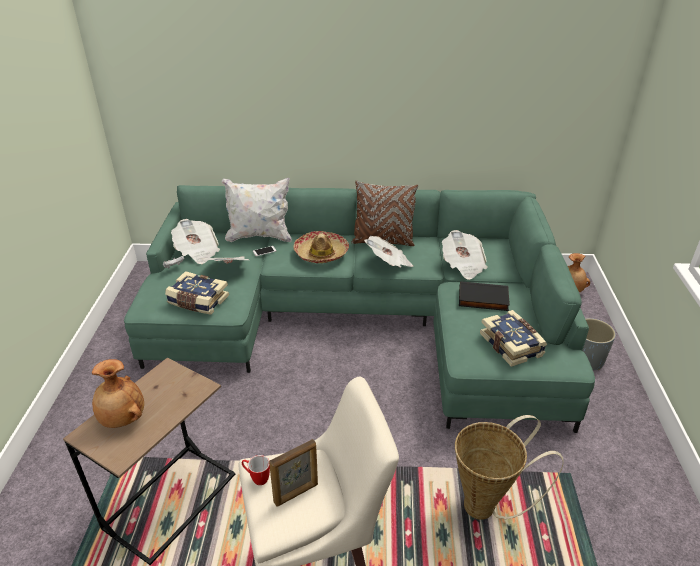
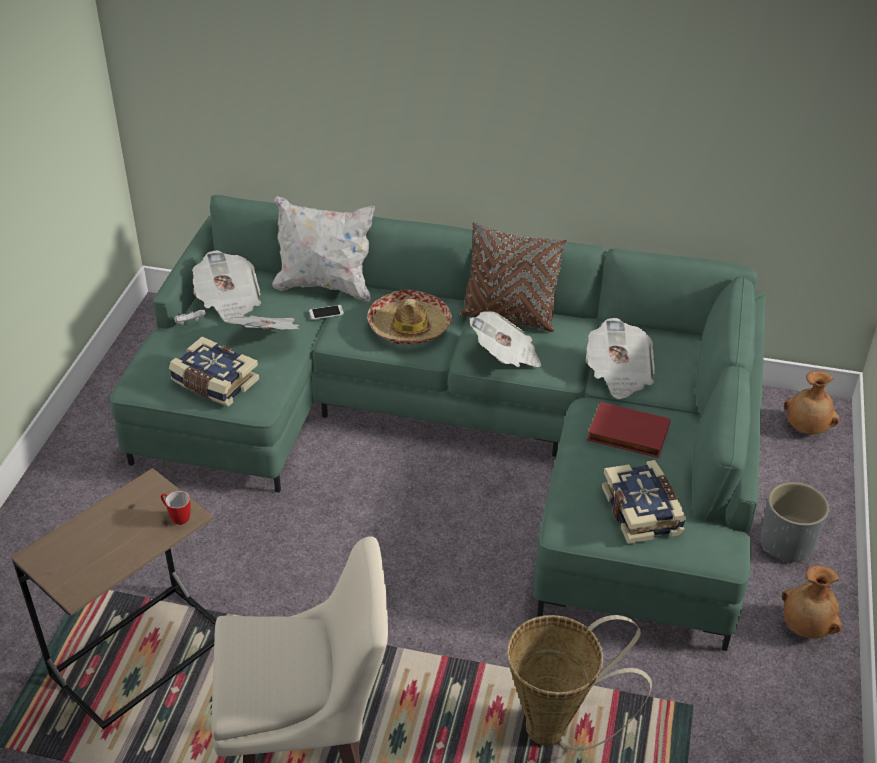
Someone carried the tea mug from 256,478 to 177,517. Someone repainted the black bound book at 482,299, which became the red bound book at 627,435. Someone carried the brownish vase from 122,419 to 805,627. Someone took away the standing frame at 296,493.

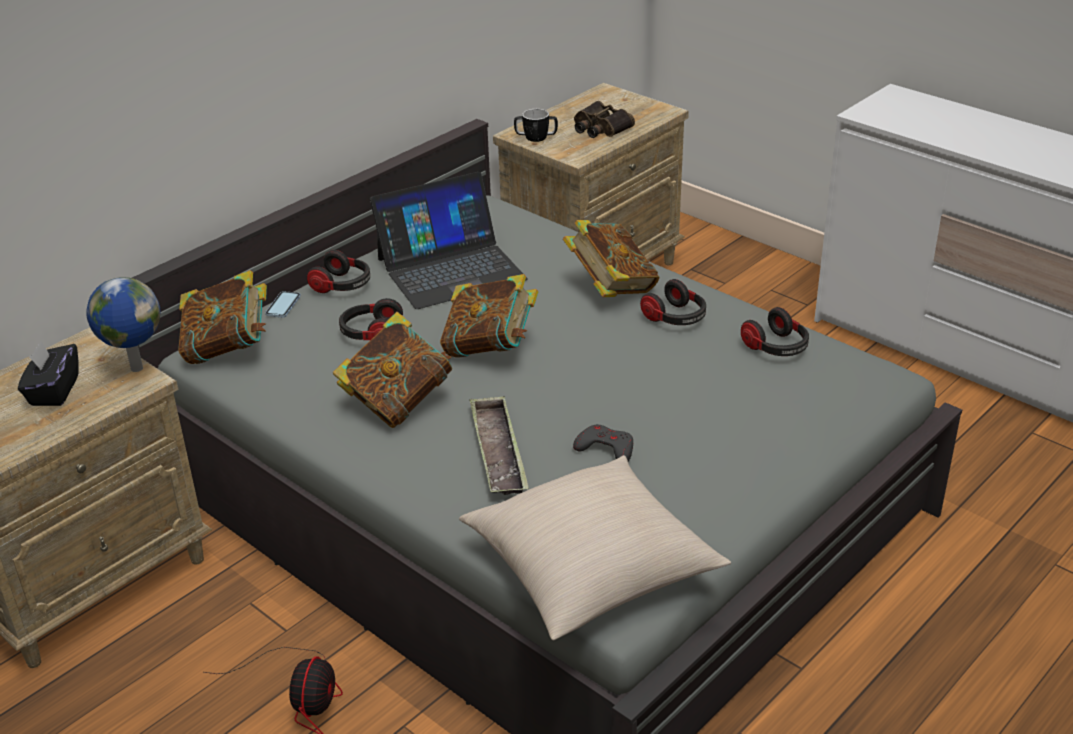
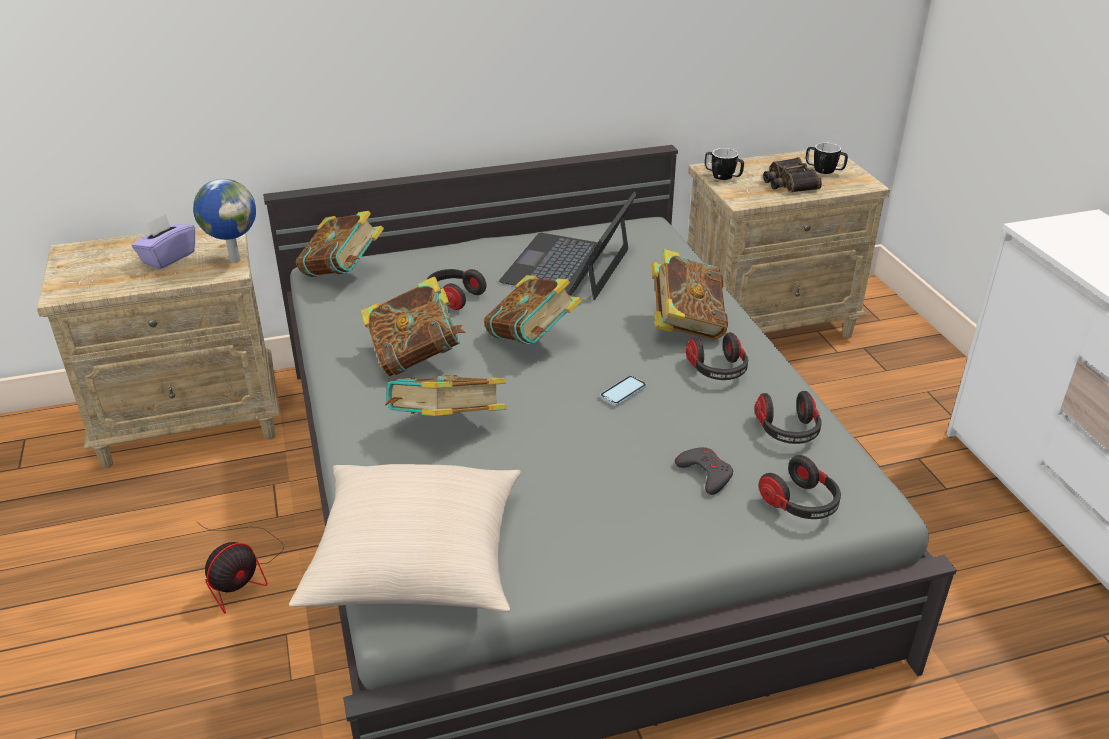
Someone repainted the black tissue holder at 54,391, which became the purple-coloured tissue holder at 168,258. Someone swapped the tray at 498,452 for the bound book at 447,428. Someone rotated the portable computer at 450,269 by 105 degrees clockwise. Someone carried the phone from 283,306 to 623,392. Someone carried the gray game controller from 605,448 to 705,474. Someone carried the headset from 342,286 to 800,504. Someone put down the tea mug at 824,170.

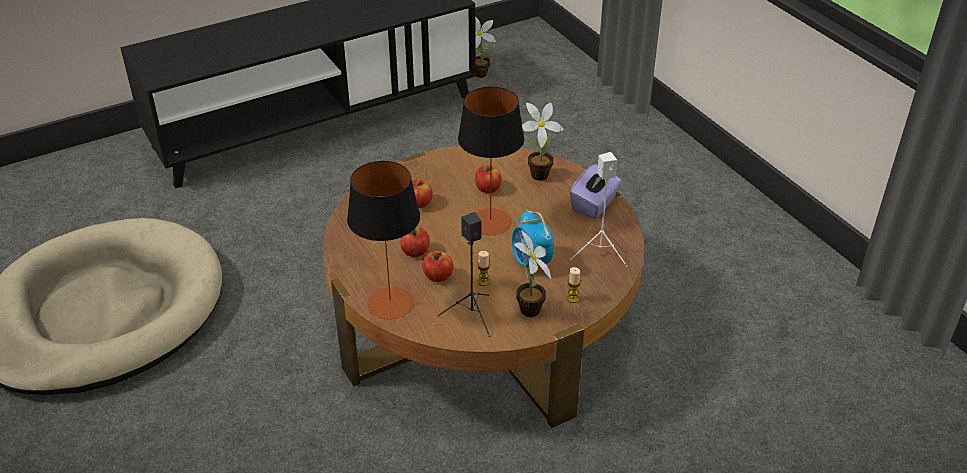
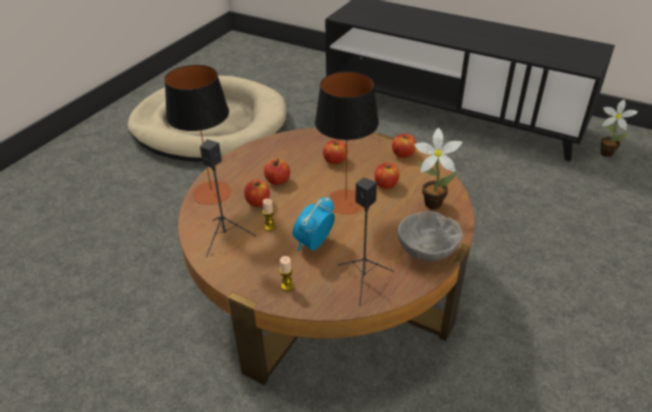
Someone repainted the white loudspeaker at 599,252, which became the black loudspeaker at 364,279. Someone put down the apple fruit at 403,154. Someone swapped the purple-coloured tissue holder at 594,205 for the gray bowl at 427,251. Someone took away the houseplant at 529,313.

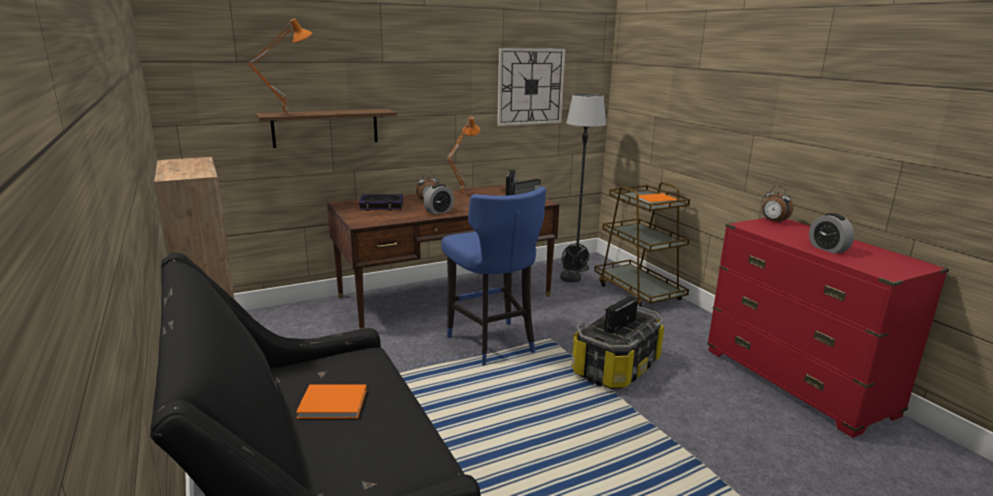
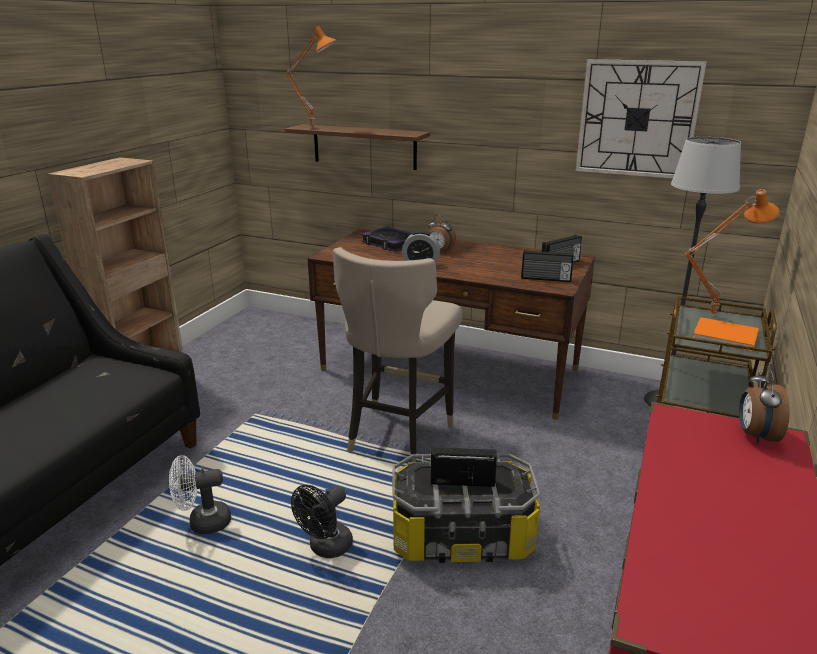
Someone put down the white electric fan at 203,523. Someone carried the black electric fan from 571,280 to 326,548. Someone repainted the bluish sitting stool at 492,343, which became the sand-coloured sitting stool at 398,435. Someone carried the orangey table lamp from 461,195 to 711,315. Someone took away the orangey bound book at 335,404. Someone took away the bedside clock at 828,249.

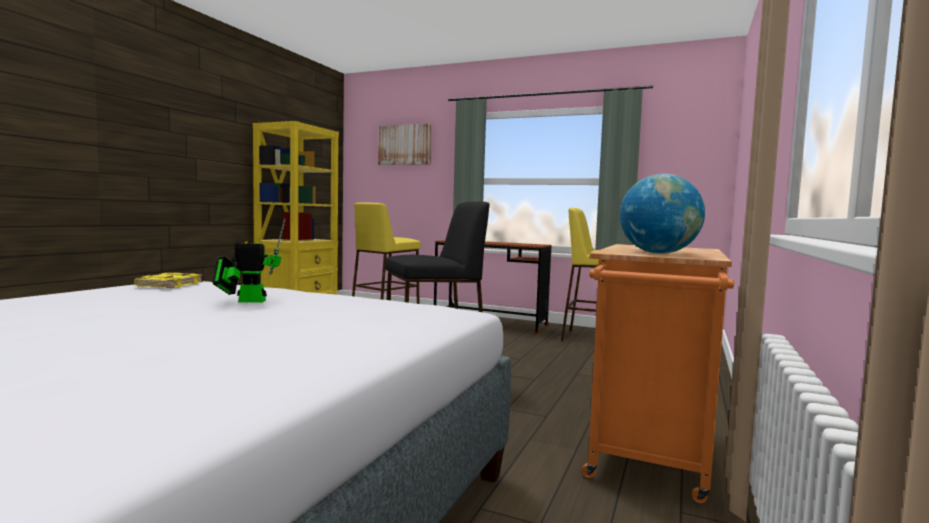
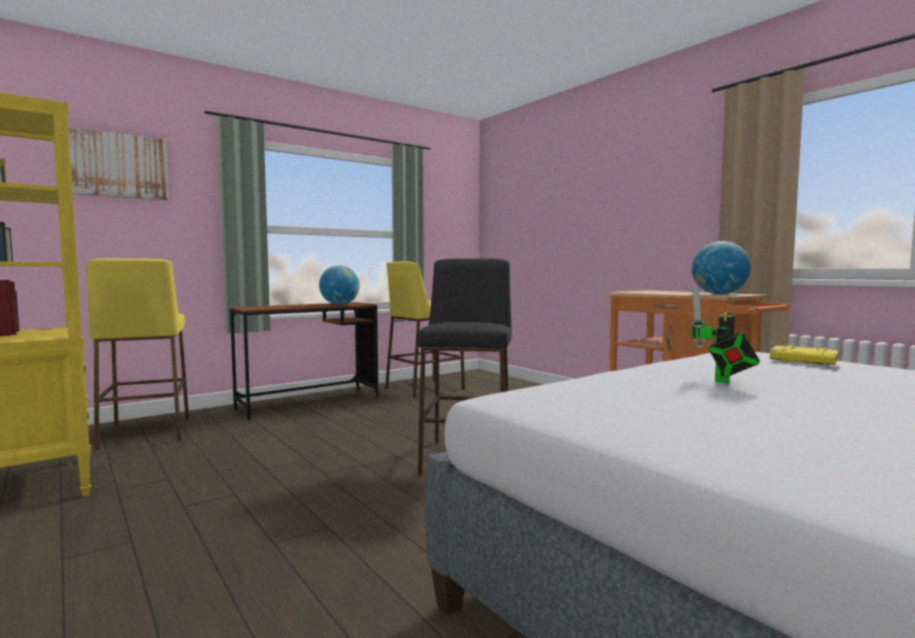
Someone put down the globe at 339,304. Someone carried the yellowish bound book from 169,285 to 802,360.

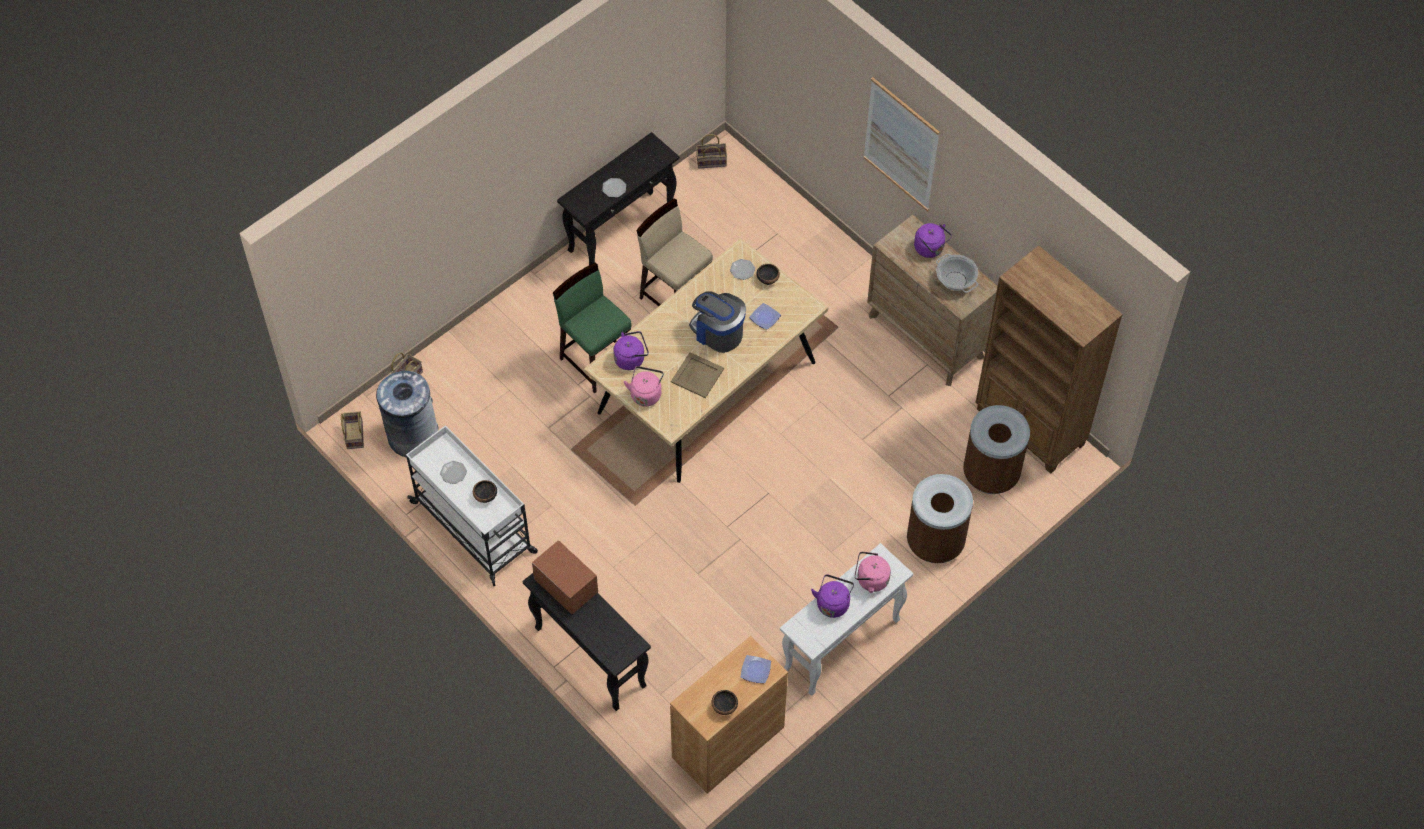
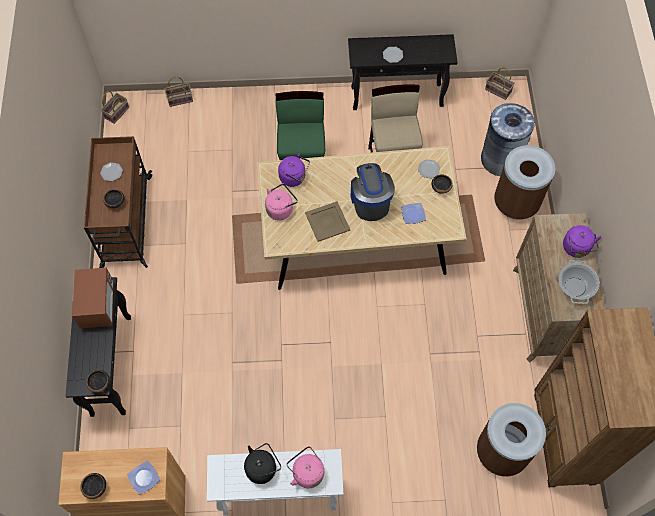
Someone repainted the white wheeled cart at 474,528, which became the brownish wheeled cart at 126,223. Someone put down the bowl at 100,384. Someone repainted the purple-coloured tea kettle at 833,603, which became the black tea kettle at 262,468. Someone carried the gray waste bin from 412,436 to 500,159. Someone carried the brownish waste bin from 935,543 to 515,203. Someone took away the wall art at 901,144.

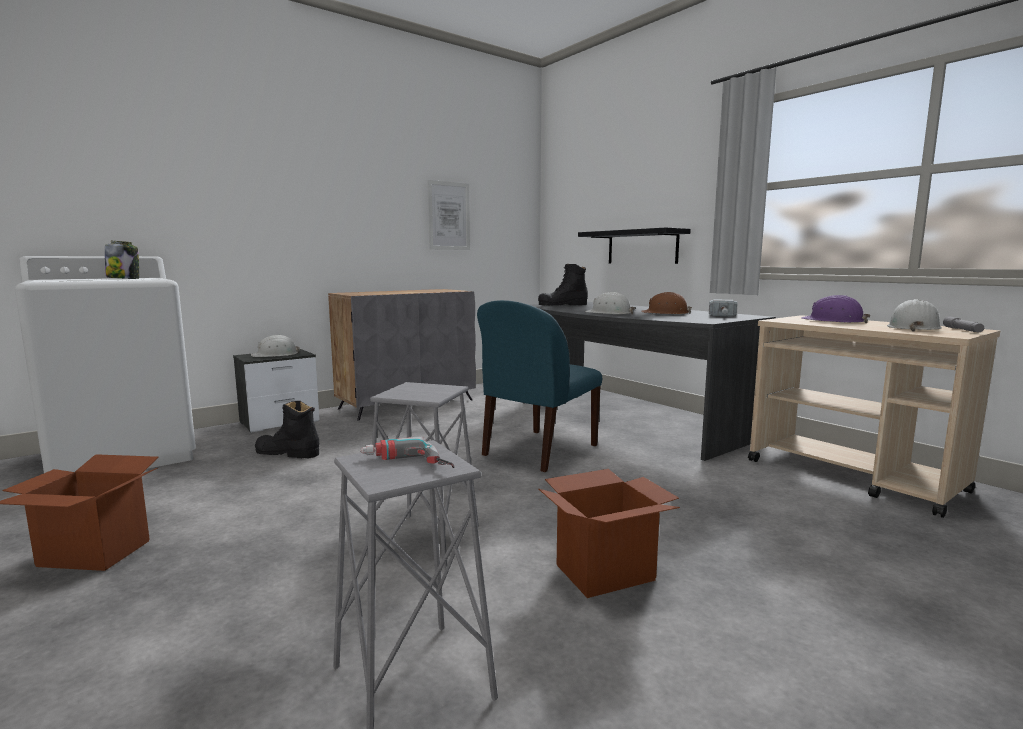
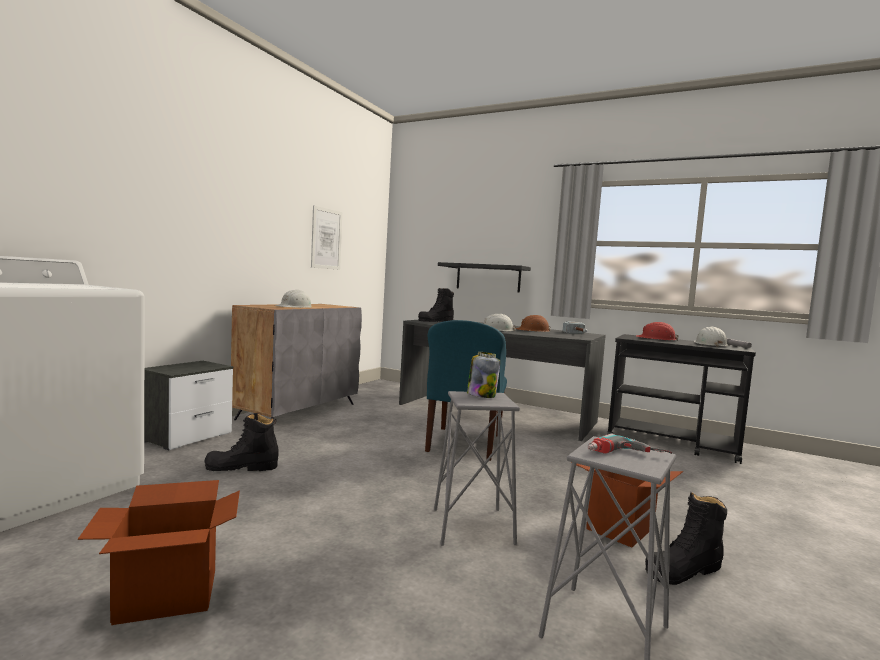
Someone carried the white safety helmet from 275,355 to 294,307. Someone carried the storage jar from 124,278 to 481,395. Someone repainted the sand-coloured wheeled cart at 854,476, which became the black wheeled cart at 672,443. Someone repainted the purple-coloured safety helmet at 833,321, which became the red safety helmet at 656,339. Someone put down the black high-top boot at 684,569.

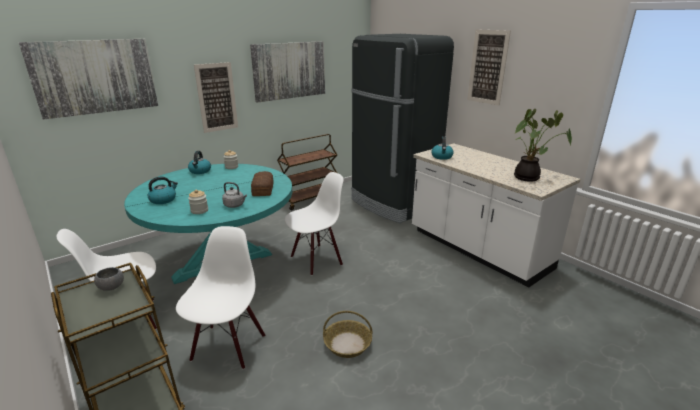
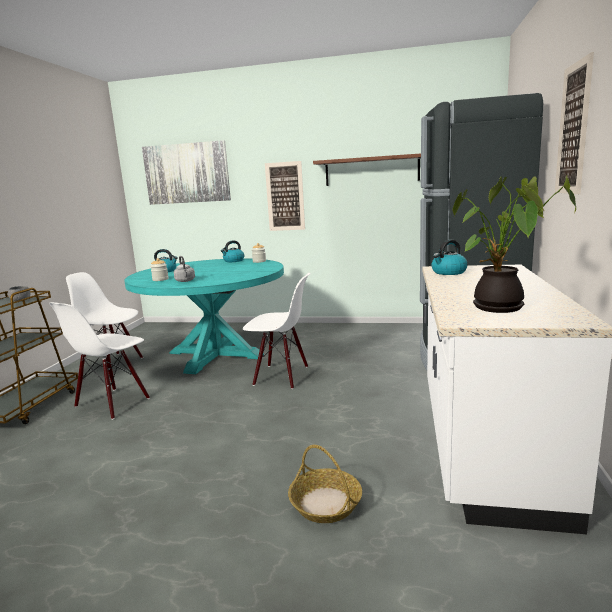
Someone rotated the white plain chair at 228,346 by 150 degrees clockwise. Someone carried the household basket from 347,344 to 325,503. Someone swapped the wall art at 289,70 for the brownish shelf at 372,170. Someone took away the bread at 263,189. Someone took away the brownish wheeled cart at 309,199.

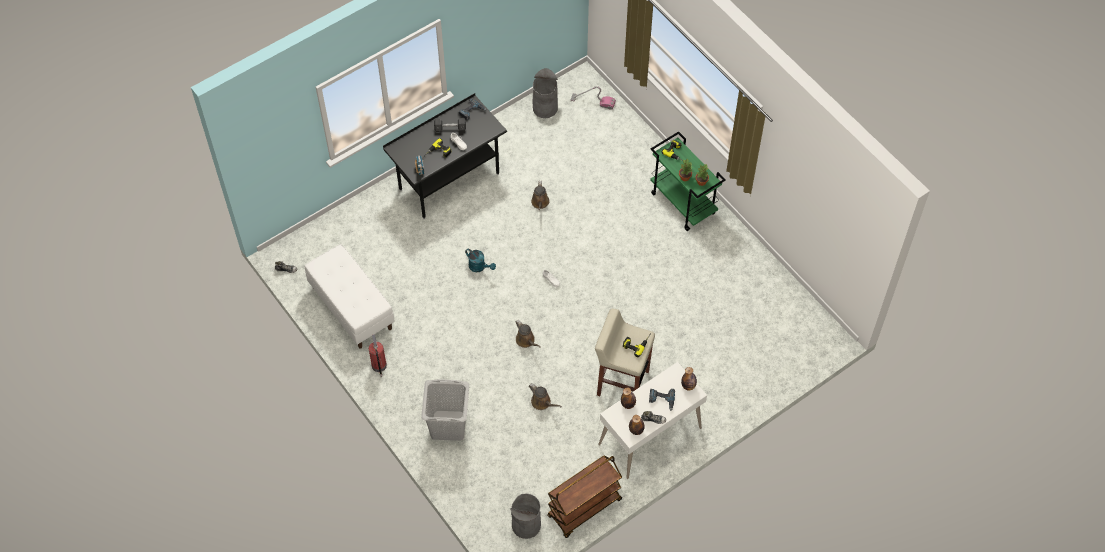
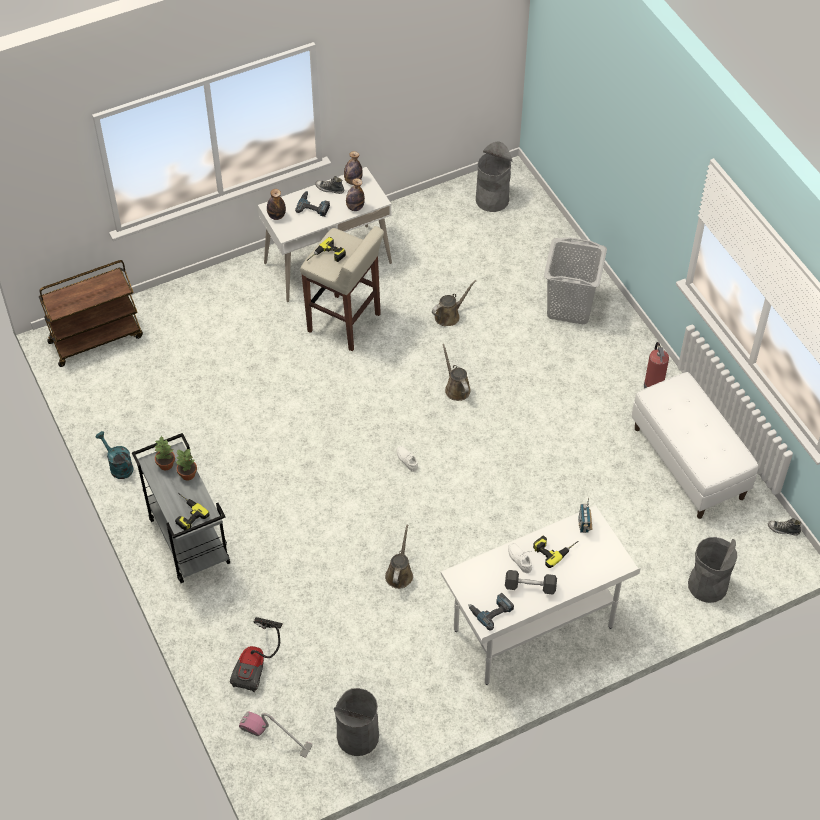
Someone carried the brownish wheeled cart from 584,509 to 96,339. Someone carried the turquoise sprinkling can from 479,267 to 118,466. Someone repainted the greenish wheeled cart at 683,203, which became the gray wheeled cart at 188,540. Someone put down the vacuum at 257,663. Someone rotated the brownish sprinkling can at 542,402 by 90 degrees clockwise. Someone repainted the black desk table at 449,181, which became the white desk table at 533,629. Someone put down the gray waste bin at 707,585.

